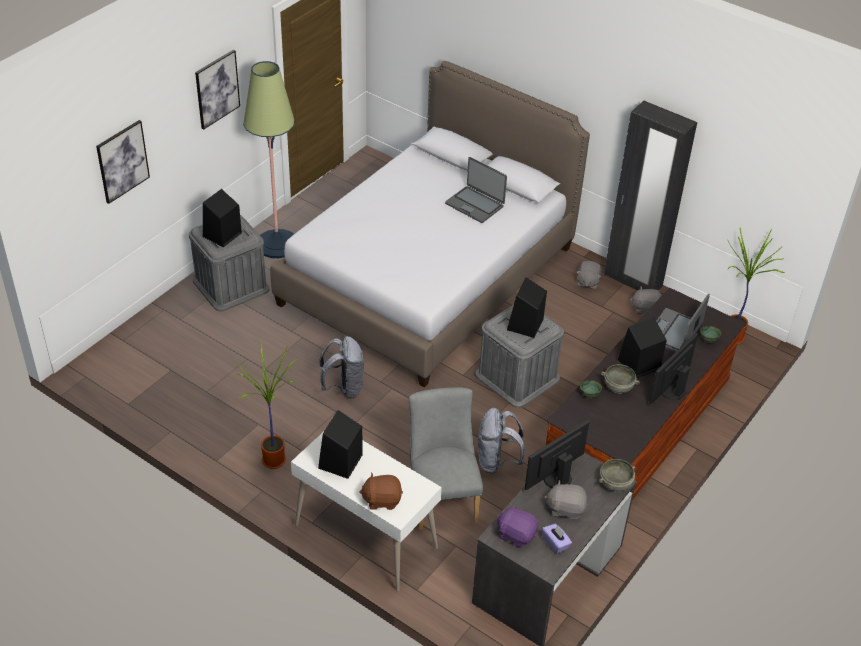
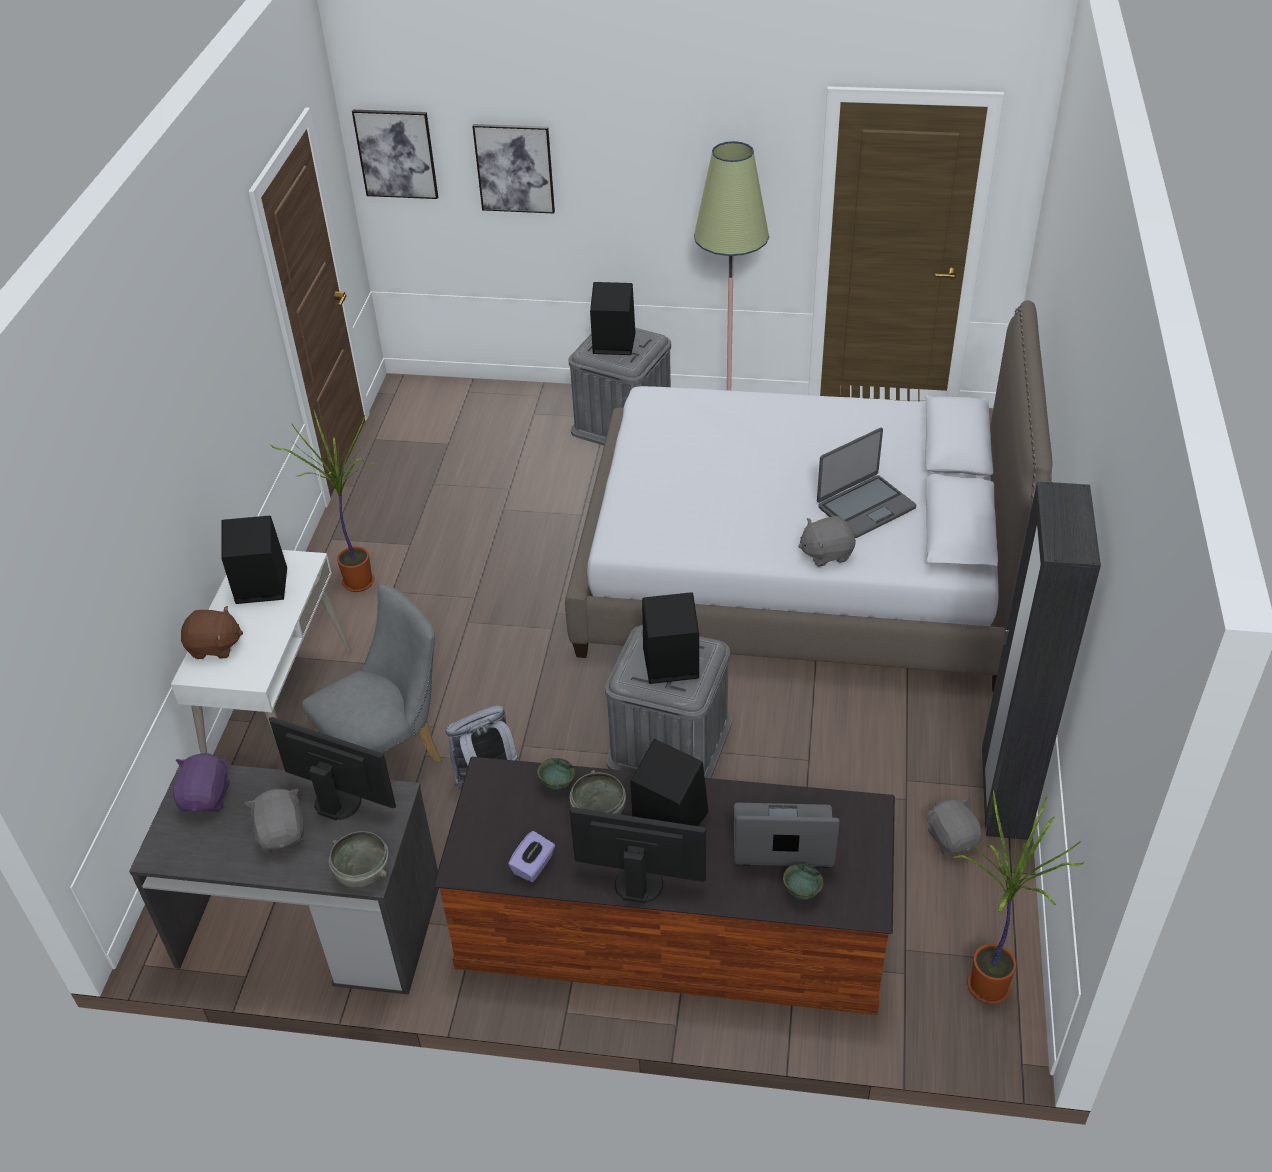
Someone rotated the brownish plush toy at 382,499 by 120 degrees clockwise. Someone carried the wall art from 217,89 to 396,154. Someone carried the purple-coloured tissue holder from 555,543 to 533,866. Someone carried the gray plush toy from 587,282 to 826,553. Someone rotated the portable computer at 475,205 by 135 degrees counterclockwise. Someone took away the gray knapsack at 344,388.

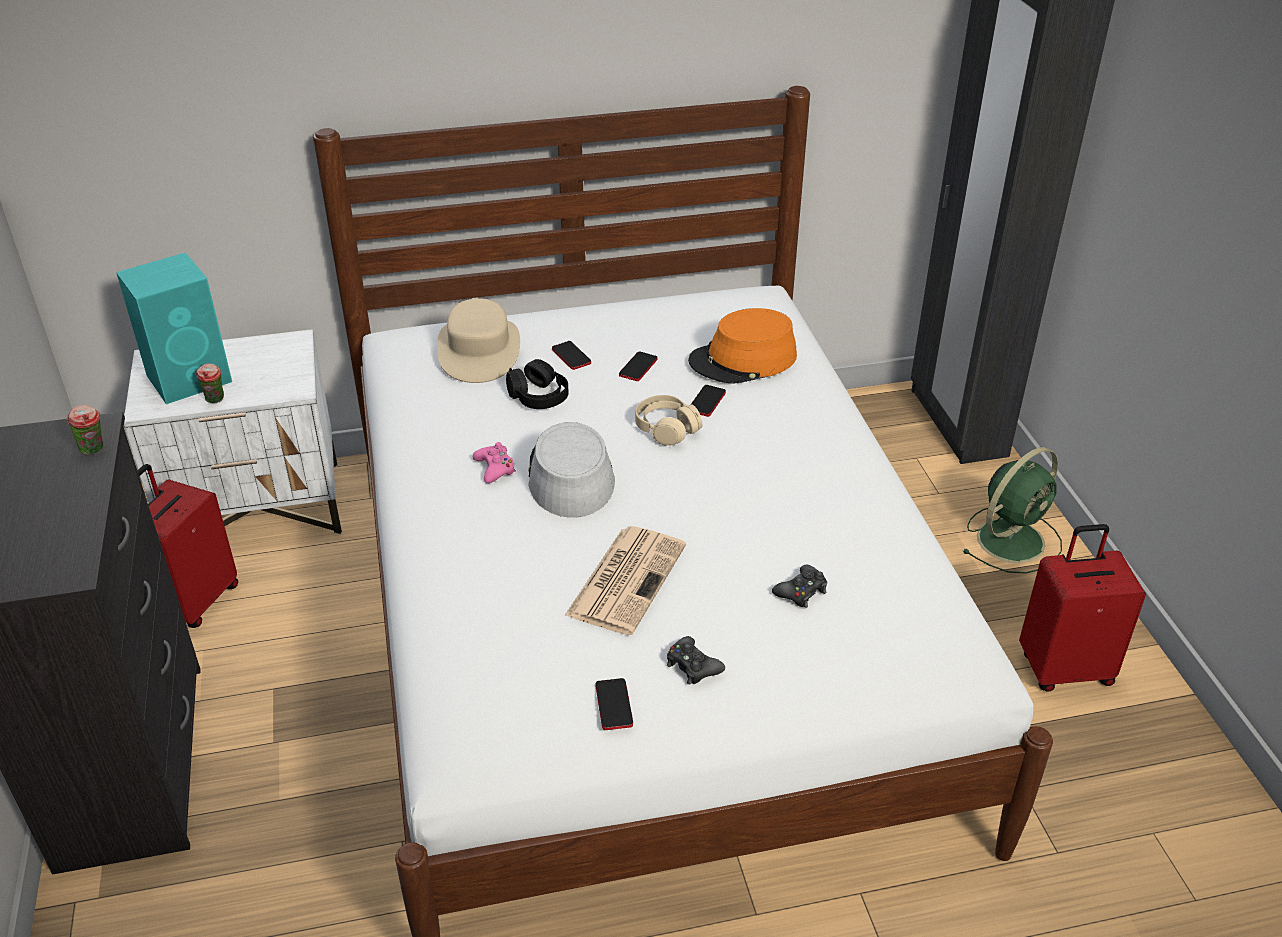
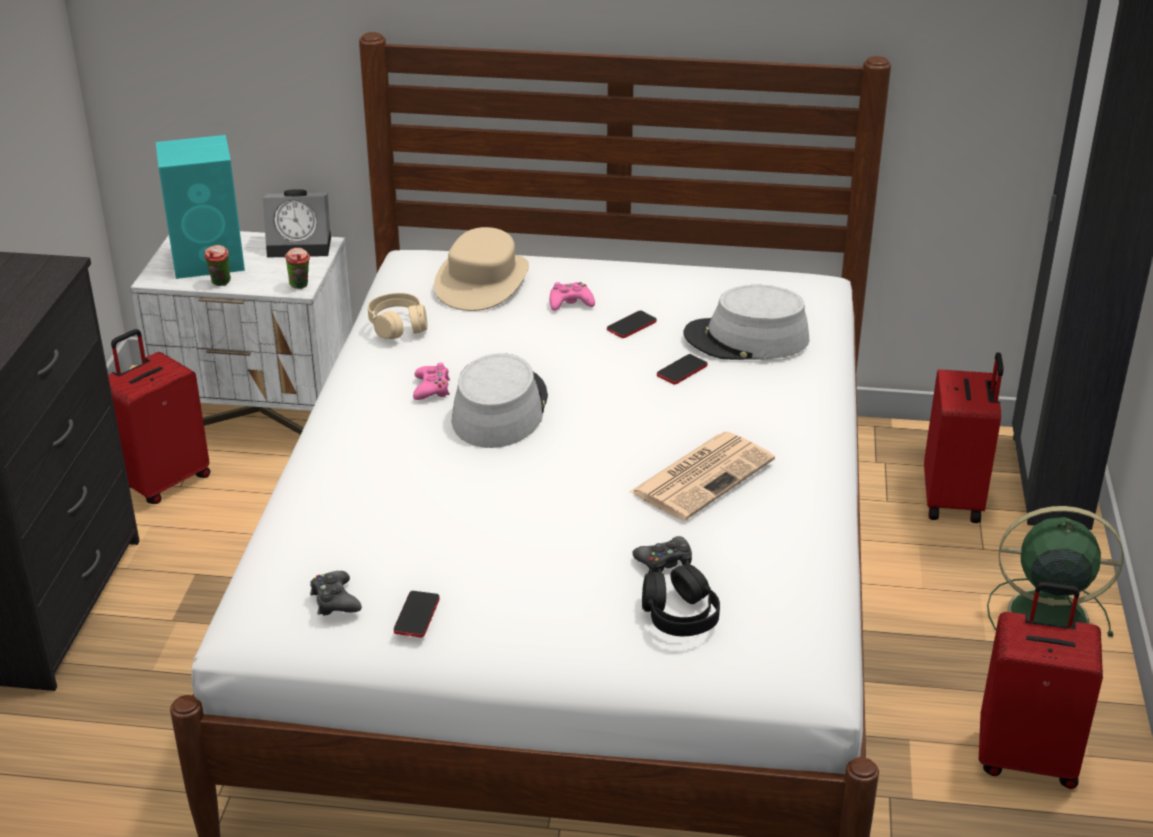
Someone put down the bedside clock at 302,245. Someone carried the cup from 95,451 to 300,286. Someone carried the black game controller from 692,666 to 335,600. Someone carried the sand-coloured headset from 666,429 to 398,326. Someone swapped the phone at 571,356 for the pink game controller at 570,303. Someone carried the daily paper from 626,579 to 703,475. Someone carried the black headset from 538,396 to 679,615. Someone repainted the orangey hat at 743,360, which became the gray hat at 746,339. Someone put down the red piece of luggage at 954,500. Someone rotated the greenish electric fan at 1012,539 by 150 degrees counterclockwise.

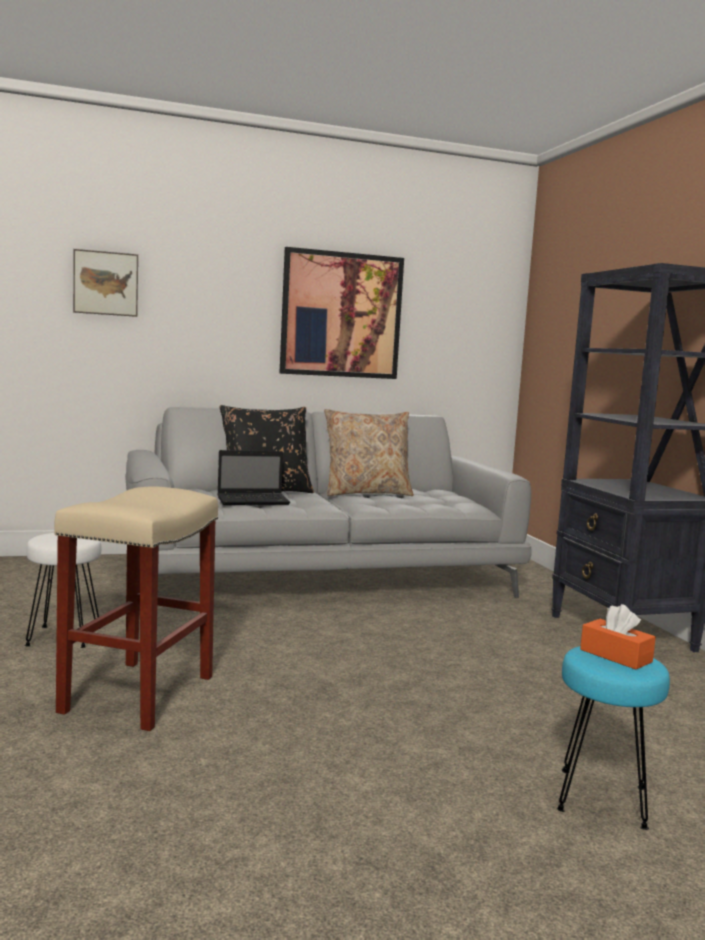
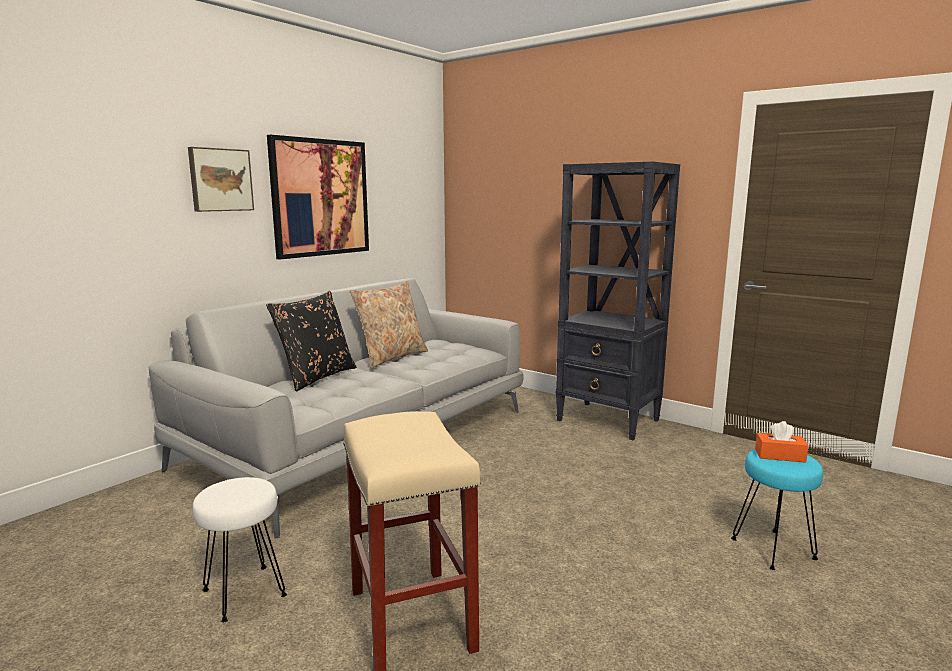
Someone carried the wall art from 106,283 to 220,180. Someone took away the portable computer at 254,501.

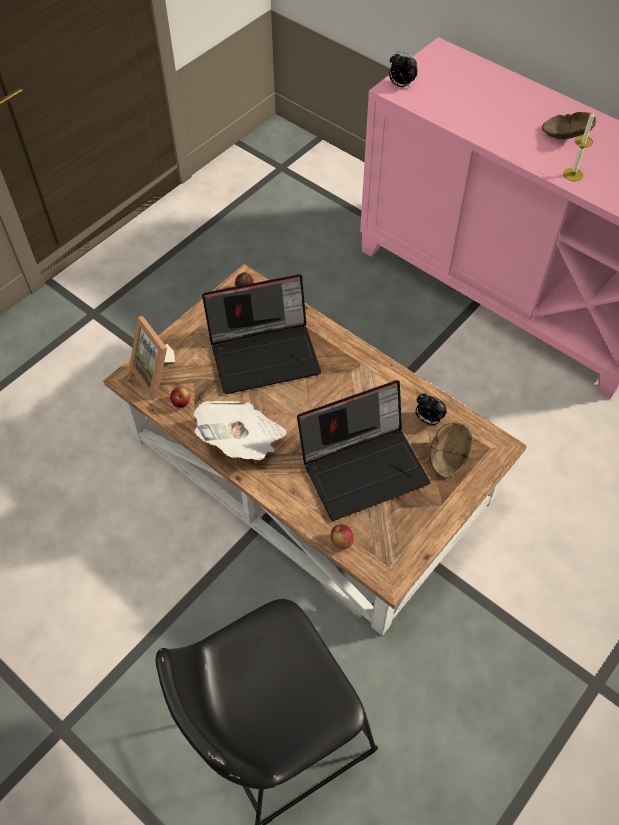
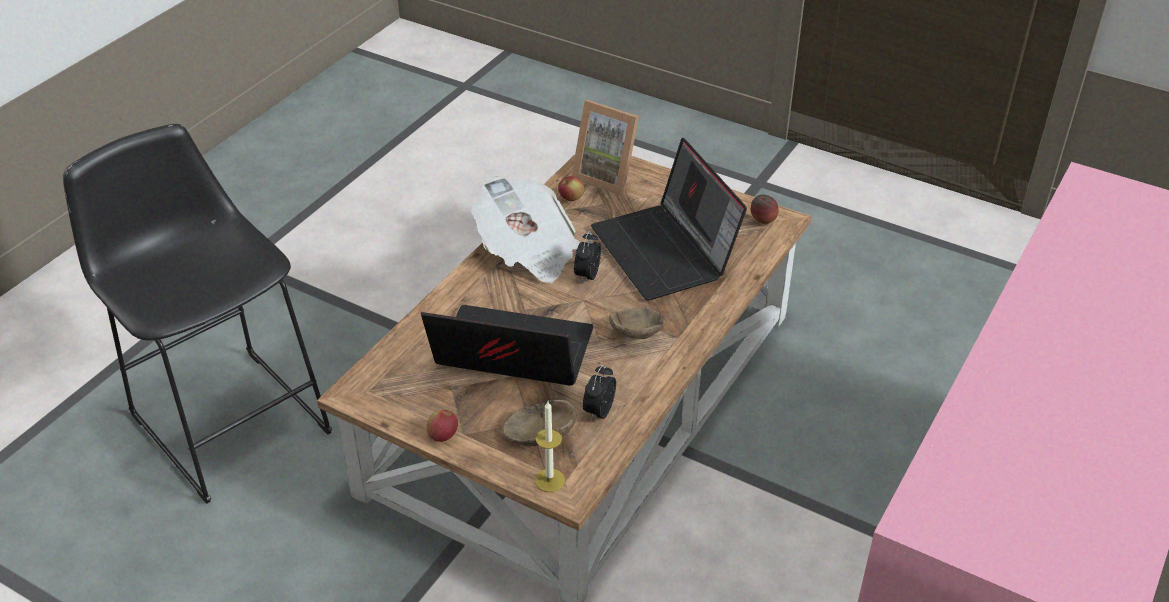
Someone rotated the portable computer at 364,467 by 135 degrees clockwise. Someone carried the apple fruit from 341,541 to 443,436. Someone carried the candle from 573,174 to 550,480. Someone rotated the standing frame at 158,374 by 105 degrees counterclockwise. Someone carried the bedside clock from 401,85 to 587,275. Someone carried the brownish bowl from 564,135 to 637,334.

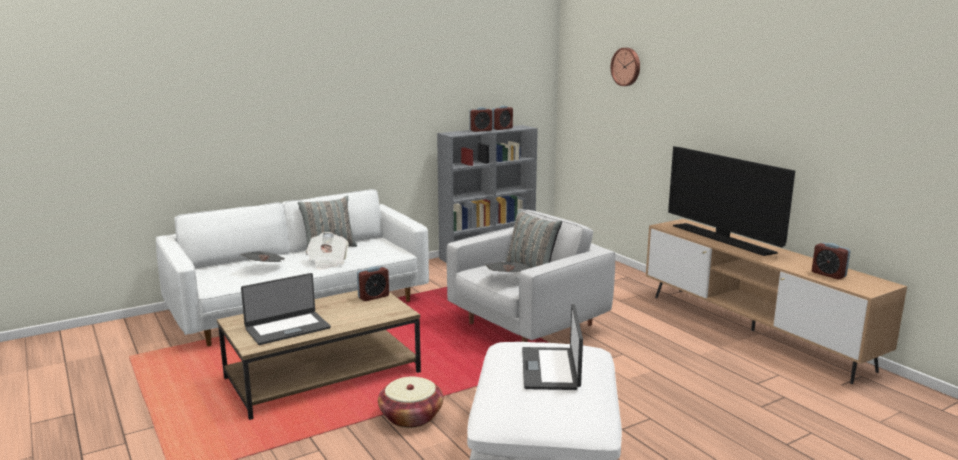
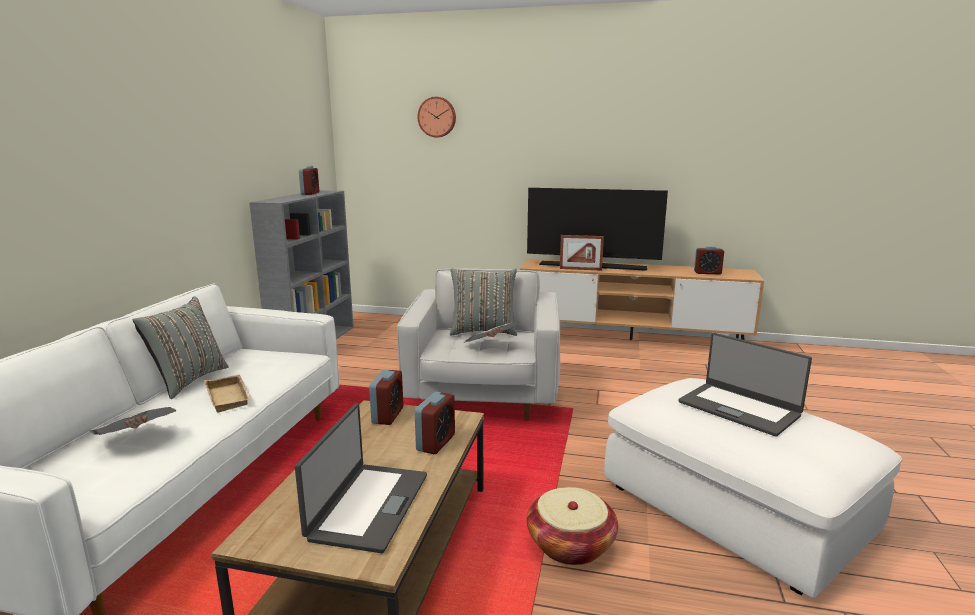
Someone swapped the daily paper at 327,262 for the sand-coloured tray at 230,397. Someone carried the bedside clock from 480,130 to 436,442. Someone put down the standing frame at 580,269.

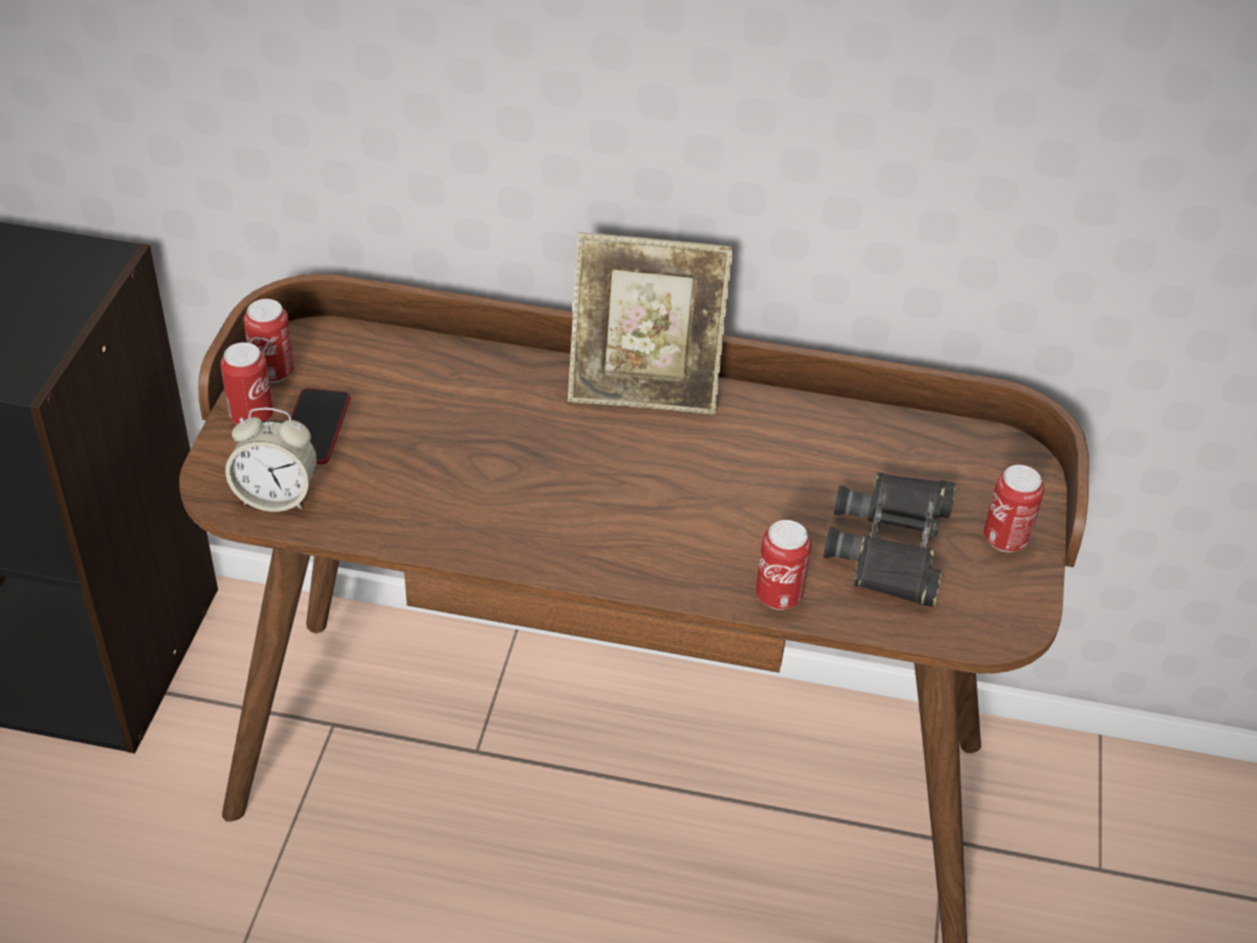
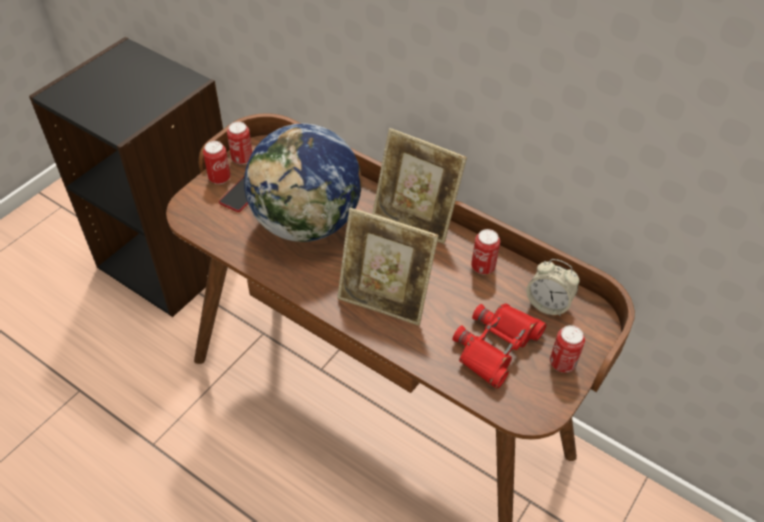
Someone put down the globe at 307,223. Someone put down the standing frame at 384,300. Someone repainted the black pair of binoculars at 892,546, which became the red pair of binoculars at 496,346. Someone carried the metal can from 778,596 to 483,267. Someone carried the bedside clock from 277,496 to 548,304.

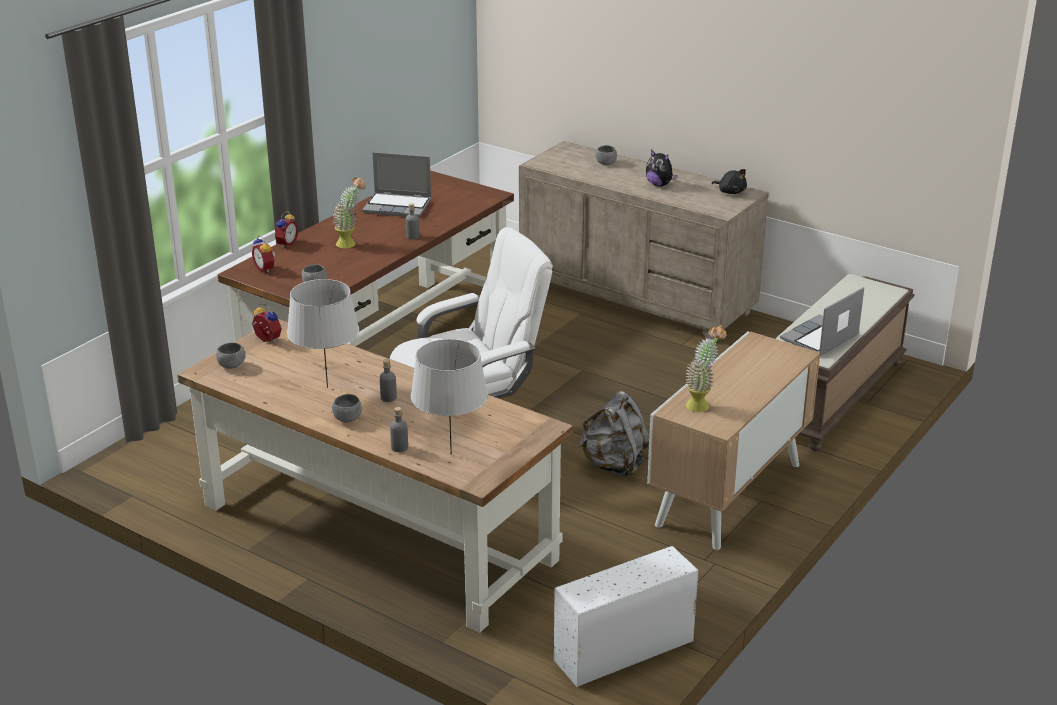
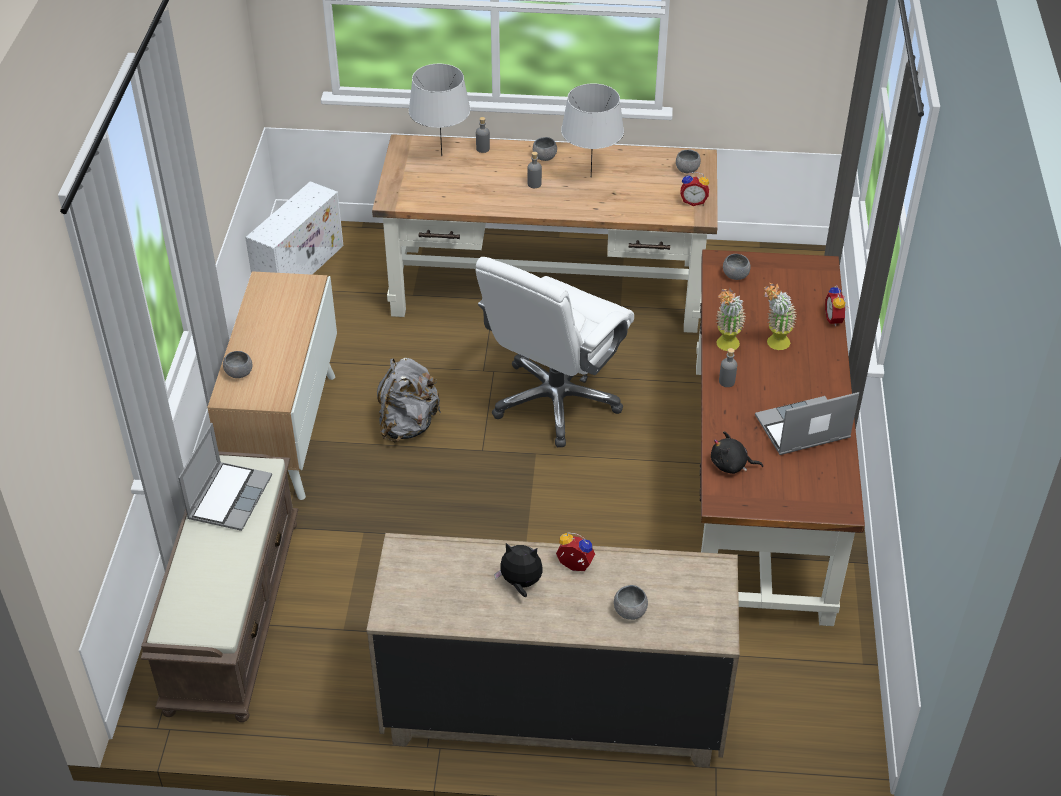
Someone put down the gray bowl at 239,373. Someone carried the bedside clock from 266,268 to 574,567. Someone carried the black plush toy from 730,192 to 731,465. Someone carried the houseplant from 702,404 to 725,347.

